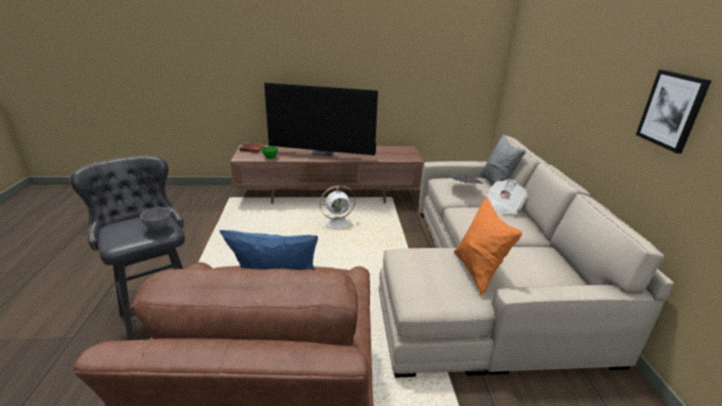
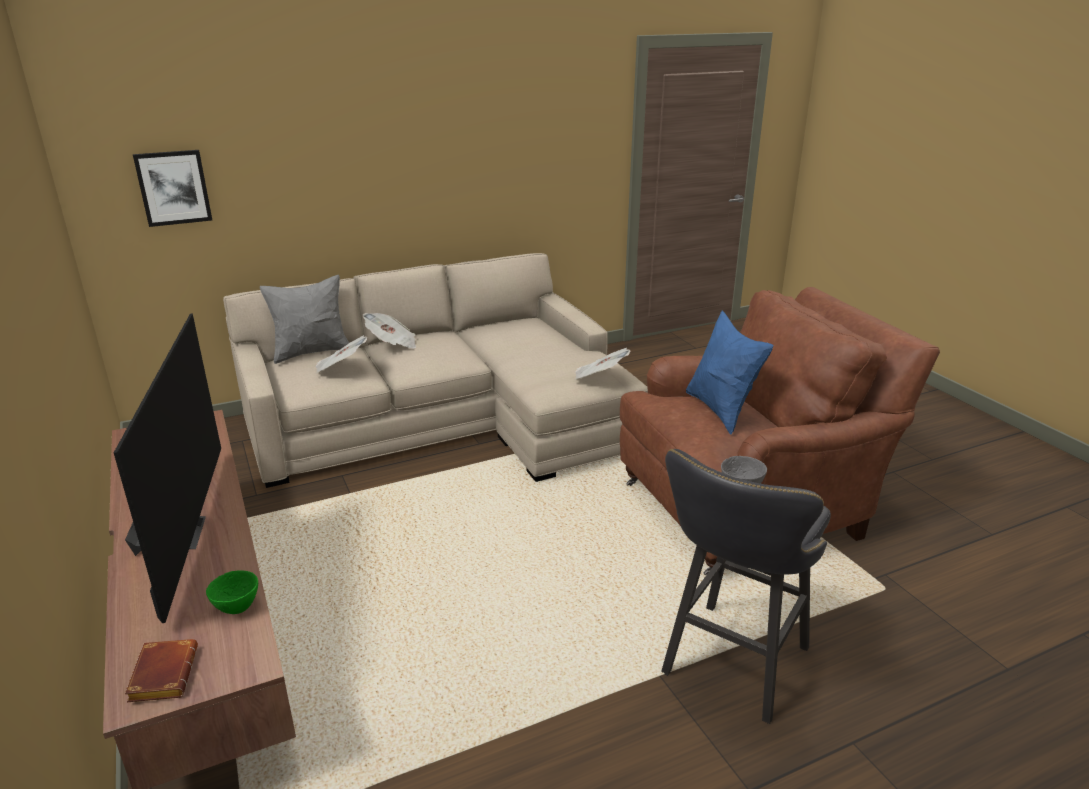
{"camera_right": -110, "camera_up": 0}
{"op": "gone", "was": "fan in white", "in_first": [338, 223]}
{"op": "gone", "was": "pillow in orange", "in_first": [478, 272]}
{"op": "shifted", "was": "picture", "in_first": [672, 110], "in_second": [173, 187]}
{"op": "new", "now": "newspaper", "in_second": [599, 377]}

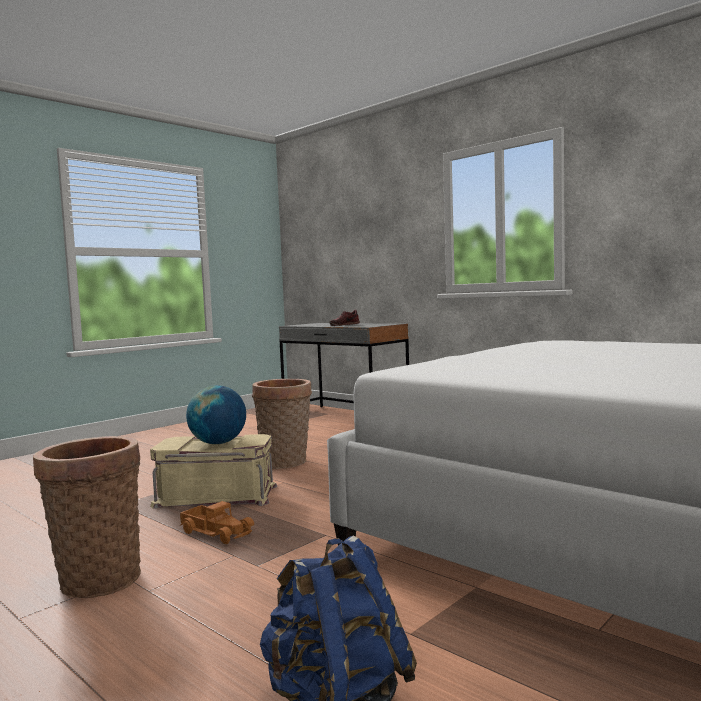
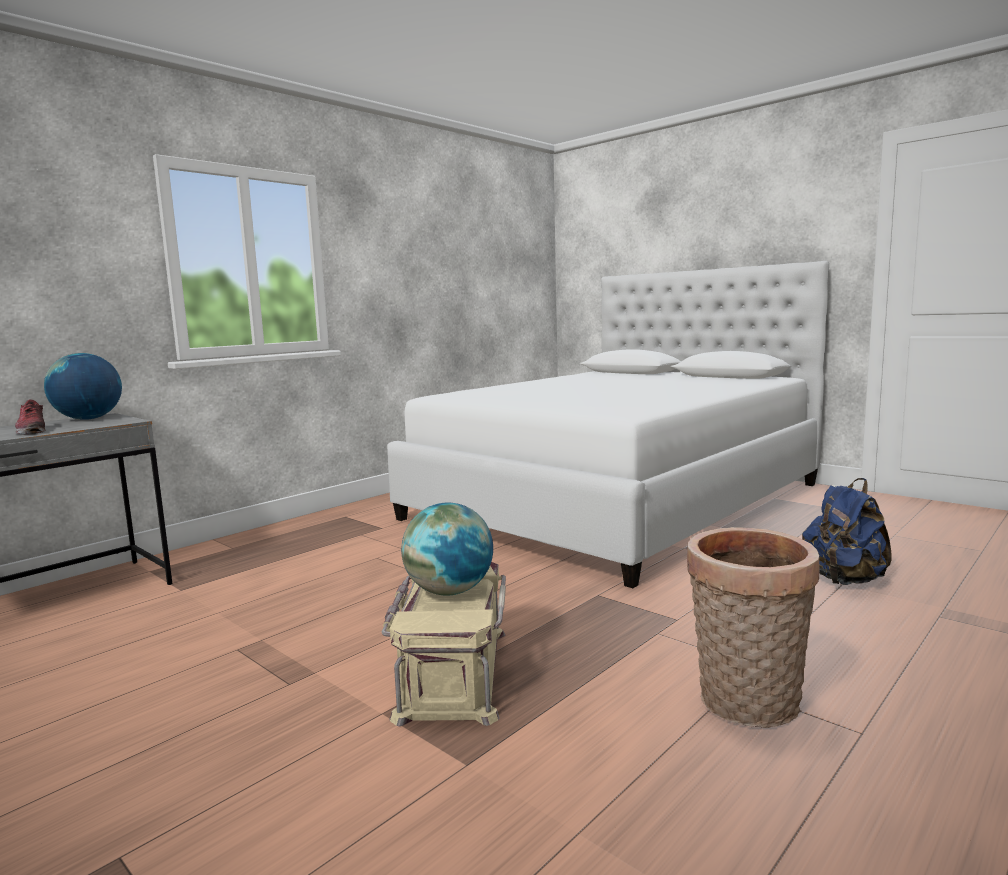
{"camera_right": -90, "camera_up": 5}
{"op": "gone", "was": "toy truck", "in_first": [217, 532]}
{"op": "gone", "was": "basket", "in_first": [285, 463]}
{"op": "new", "now": "globe", "in_second": [88, 419]}

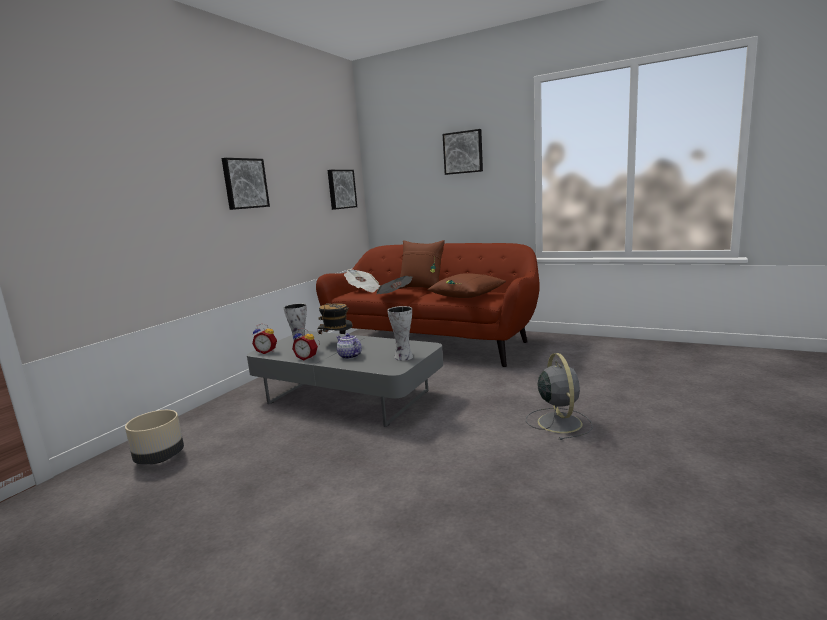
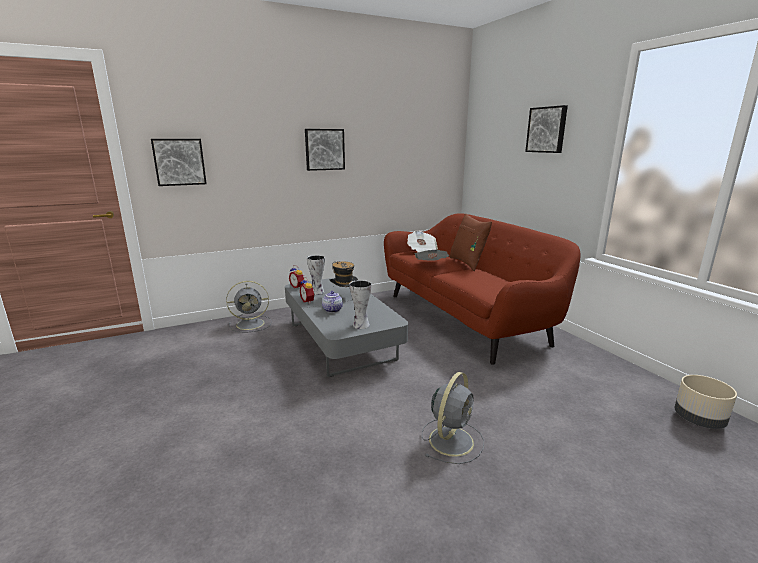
{"camera_right": 35, "camera_up": 5}
{"op": "shifted", "was": "planter in beige", "in_first": [160, 458], "in_second": [698, 420]}
{"op": "shifted", "was": "picture", "in_first": [341, 189], "in_second": [179, 162]}
{"op": "gone", "was": "pillow in brown", "in_first": [467, 296]}
{"op": "new", "now": "fan in grey", "in_second": [251, 324]}

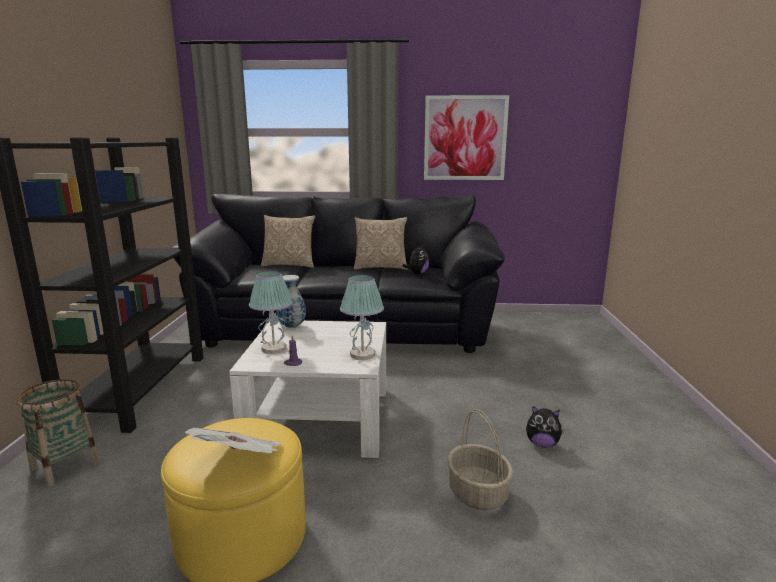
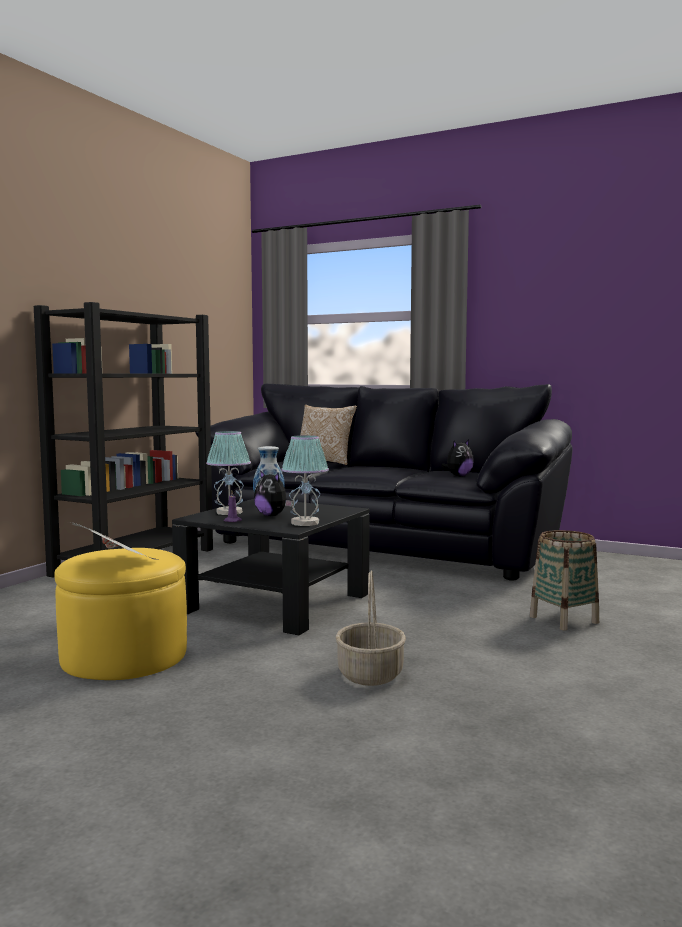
{"camera_right": 25, "camera_up": -10}
{"op": "shifted", "was": "basket", "in_first": [65, 466], "in_second": [564, 620]}
{"op": "repainted", "was": "coffee table in white", "now": "coffee table in black", "in_first": [320, 418], "in_second": [275, 602]}
{"op": "gone", "was": "pillow", "in_first": [380, 267]}
{"op": "gone", "was": "picture", "in_first": [465, 138]}
{"op": "shifted", "was": "plush toy", "in_first": [542, 444], "in_second": [272, 515]}

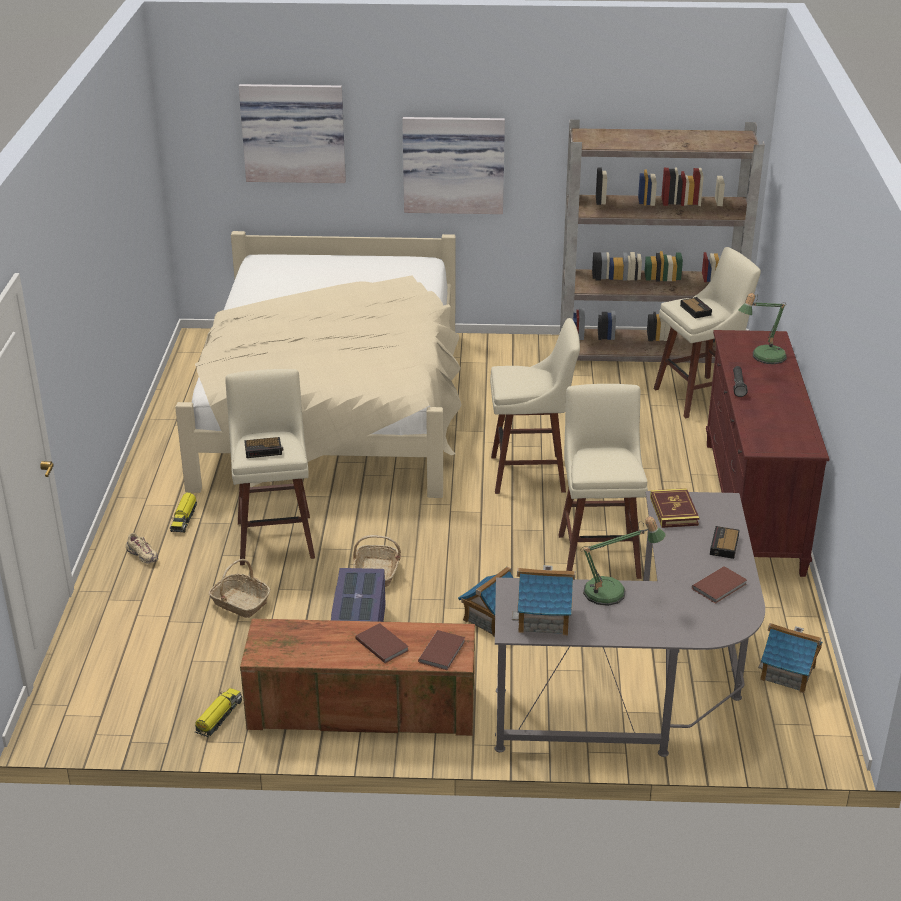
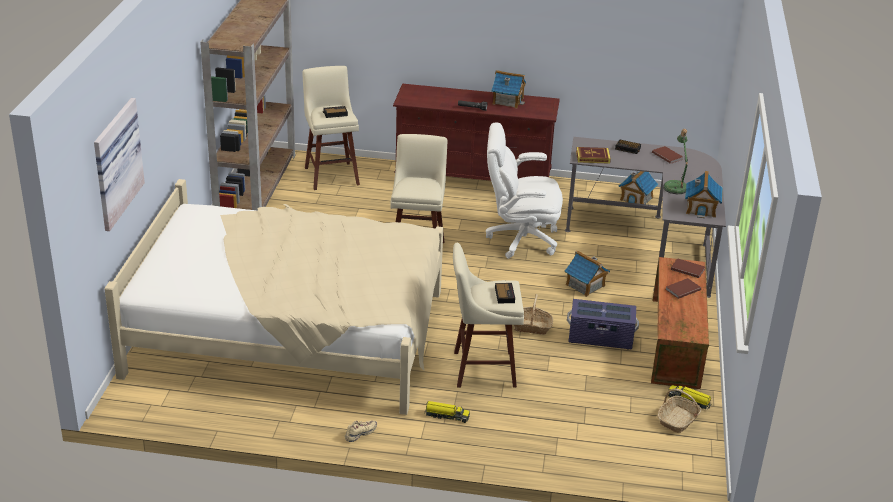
{"camera_right": -85, "camera_up": 0}
{"op": "shifted", "was": "shoe in beige", "in_first": [143, 556], "in_second": [360, 434]}
{"op": "shifted", "was": "basket", "in_first": [240, 603], "in_second": [678, 420]}
{"op": "gone", "was": "picture", "in_first": [453, 164]}
{"op": "swapped", "was": "stool in beige", "now": "office chair in white", "in_first": [599, 555], "in_second": [519, 239]}
{"op": "gone", "was": "table lamp", "in_first": [763, 357]}
{"op": "new", "now": "toy house", "in_second": [507, 100]}

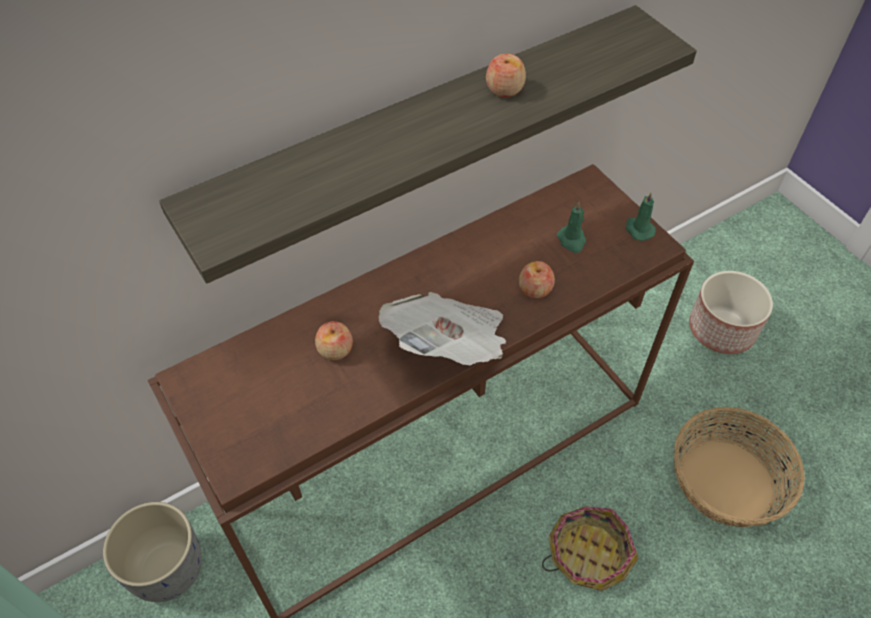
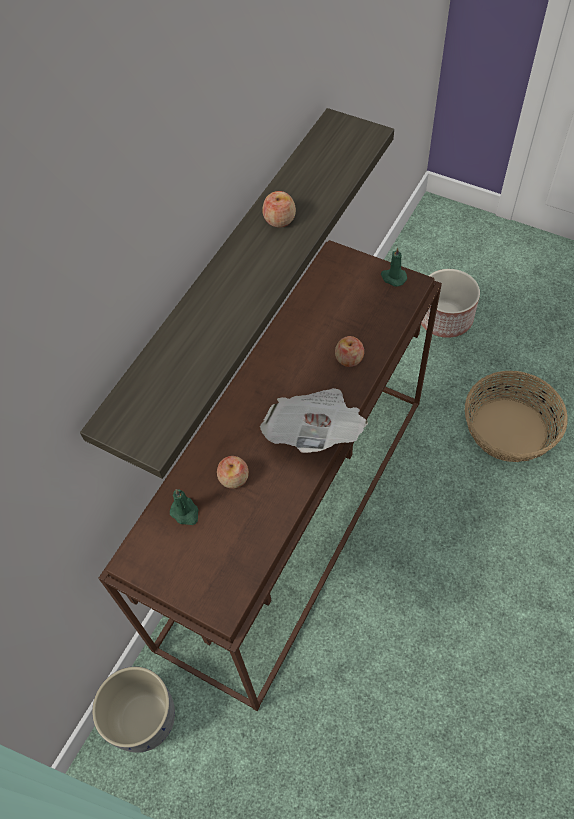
{"camera_right": -25, "camera_up": 5}
{"op": "gone", "was": "basket", "in_first": [588, 553]}
{"op": "shifted", "was": "candle in green", "in_first": [572, 240], "in_second": [185, 513]}

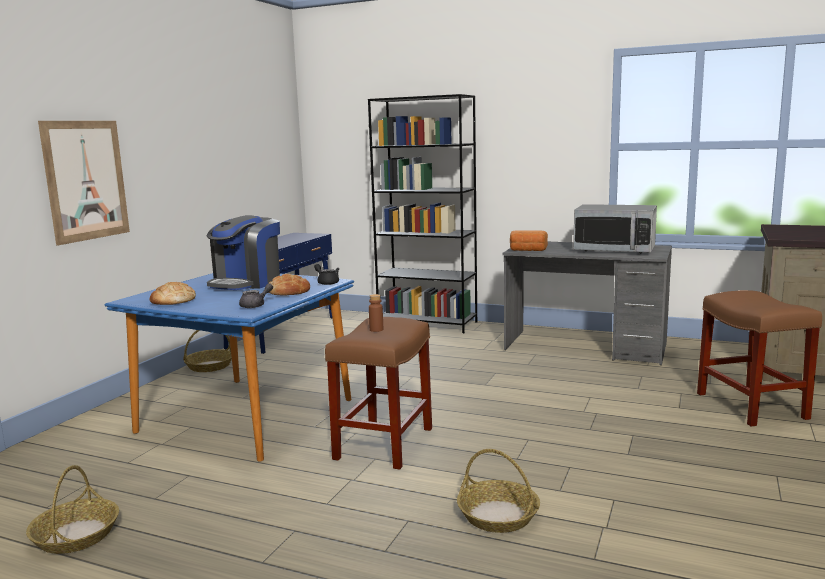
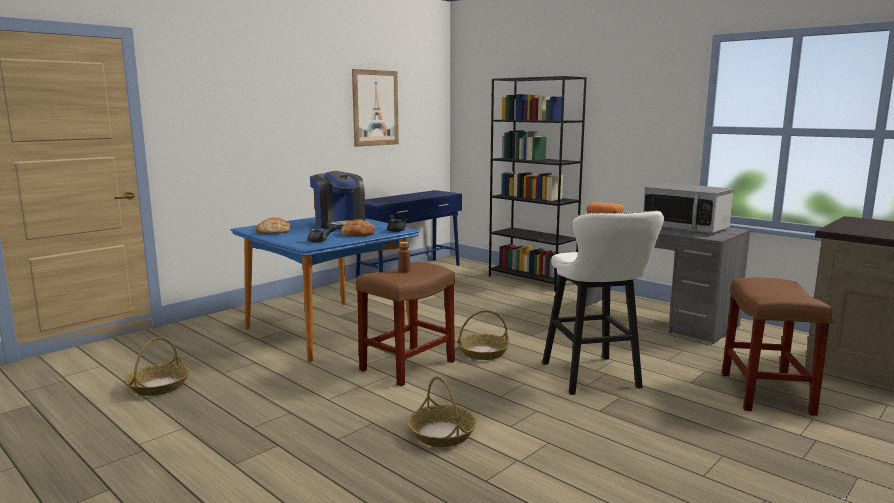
{"camera_right": 20, "camera_up": 0}
{"op": "shifted", "was": "picture", "in_first": [86, 180], "in_second": [375, 108]}
{"op": "shifted", "was": "basket", "in_first": [210, 366], "in_second": [483, 352]}
{"op": "rotated", "was": "coffee machine", "in_first": [246, 283], "in_second": [339, 224], "clockwise": -75}
{"op": "new", "now": "stool in white", "in_second": [595, 380]}

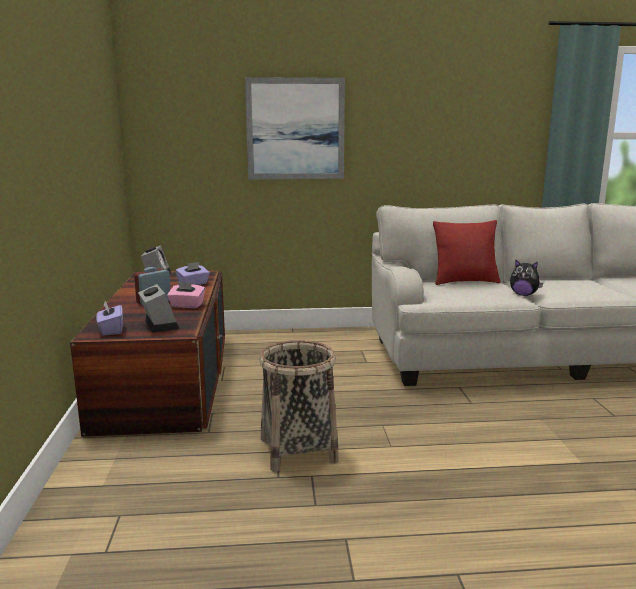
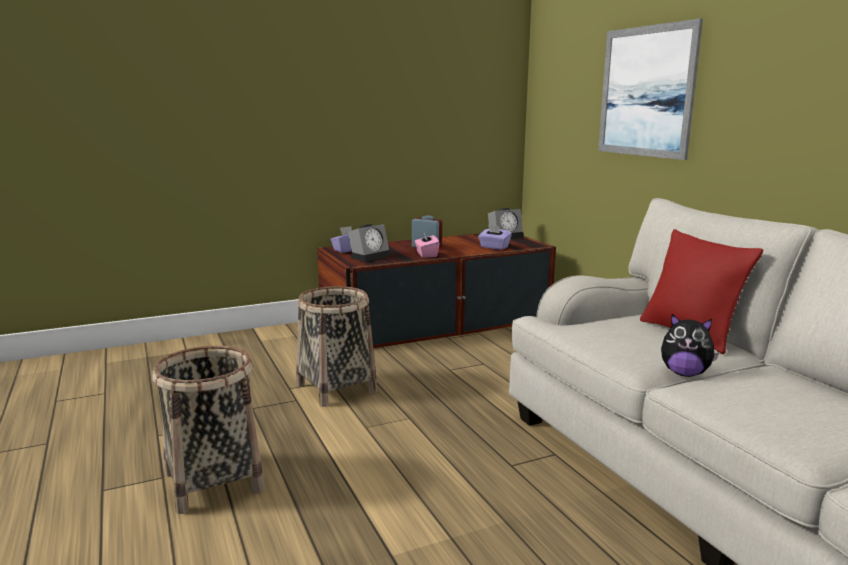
{"camera_right": 70, "camera_up": 0}
{"op": "rotated", "was": "plush toy", "in_first": [523, 295], "in_second": [684, 373], "clockwise": -75}
{"op": "new", "now": "basket", "in_second": [214, 482]}

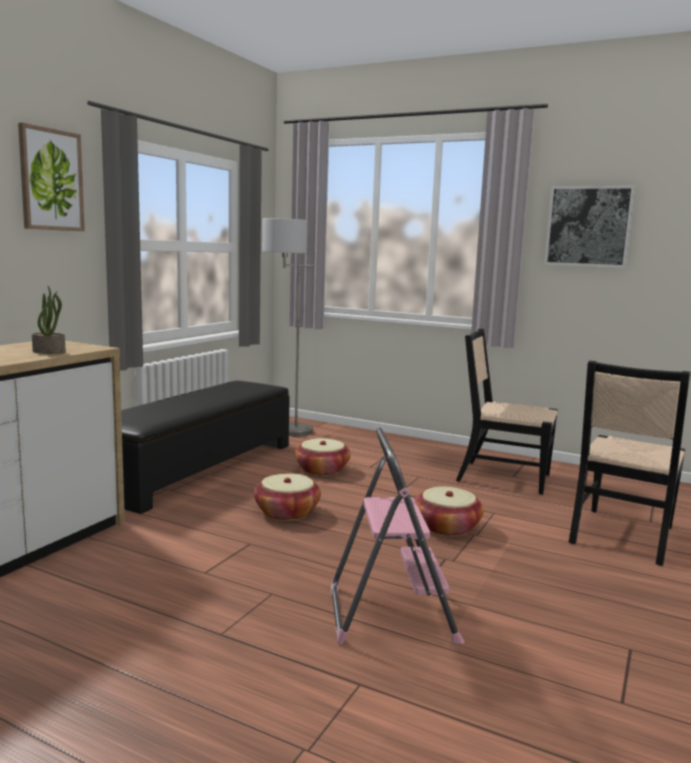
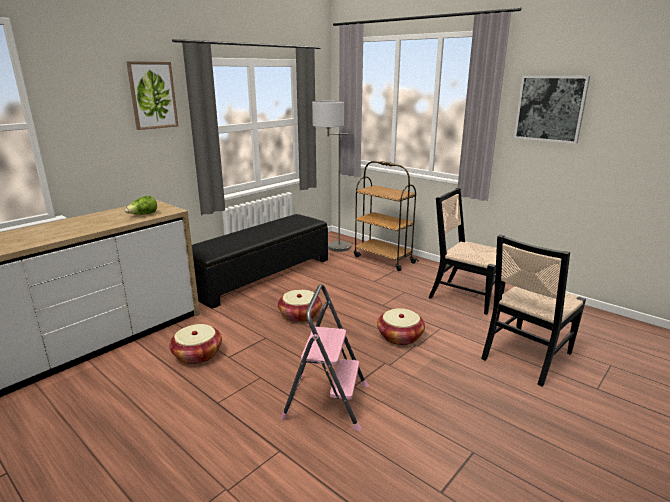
{"camera_right": 15, "camera_up": 10}
{"op": "swapped", "was": "potted plant", "now": "lettuce", "in_first": [50, 351], "in_second": [143, 215]}
{"op": "shifted", "was": "basket", "in_first": [322, 470], "in_second": [197, 355]}
{"op": "new", "now": "cart in brown", "in_second": [383, 259]}

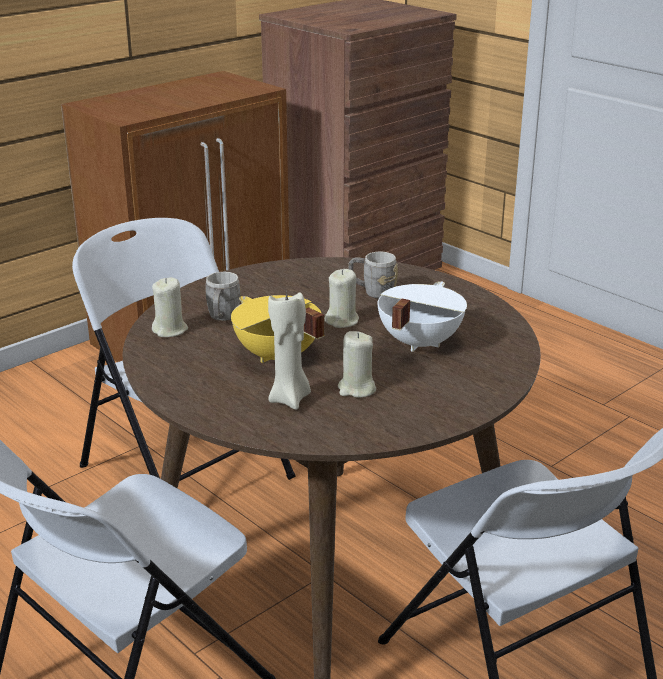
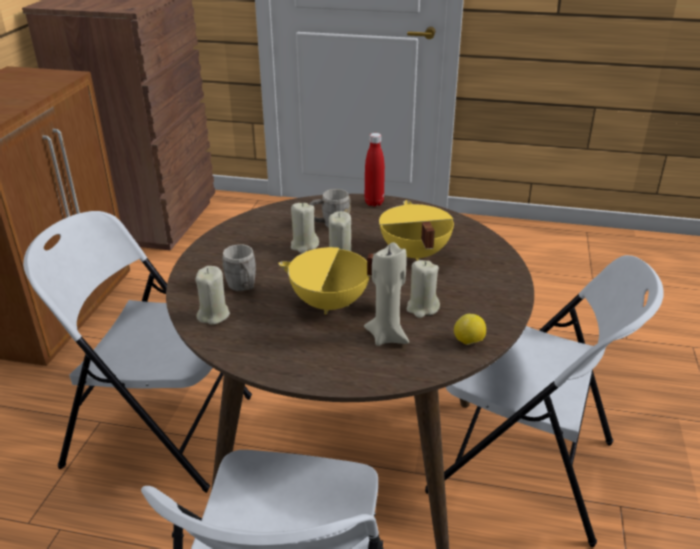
{"camera_right": -35, "camera_up": 5}
{"op": "repainted", "was": "cooking pot in white", "now": "cooking pot in yellow", "in_first": [418, 342], "in_second": [413, 254]}
{"op": "new", "now": "candle in beige", "in_second": [304, 245]}
{"op": "new", "now": "bottle in red", "in_second": [374, 203]}
{"op": "new", "now": "lemon", "in_second": [469, 342]}

